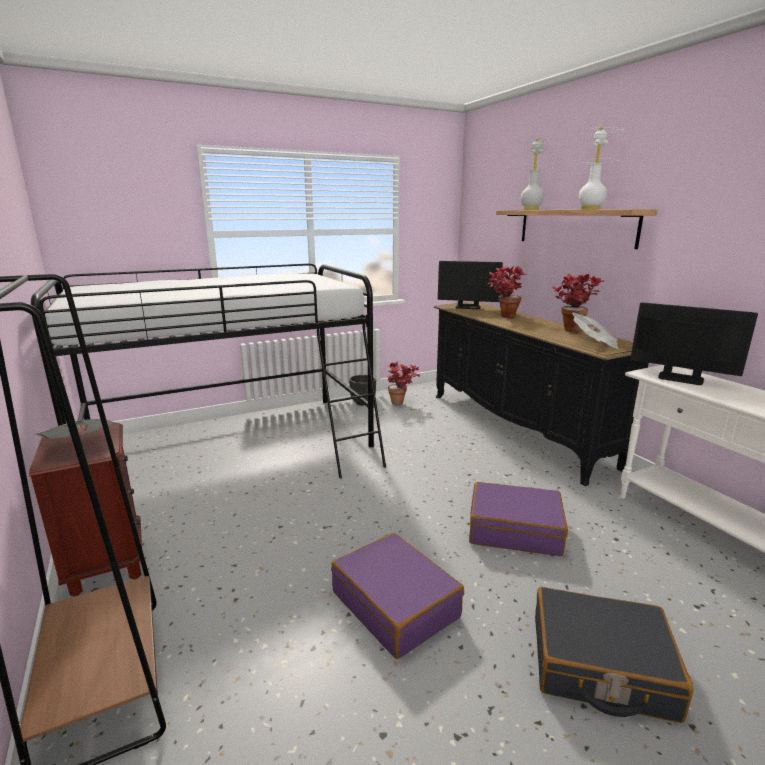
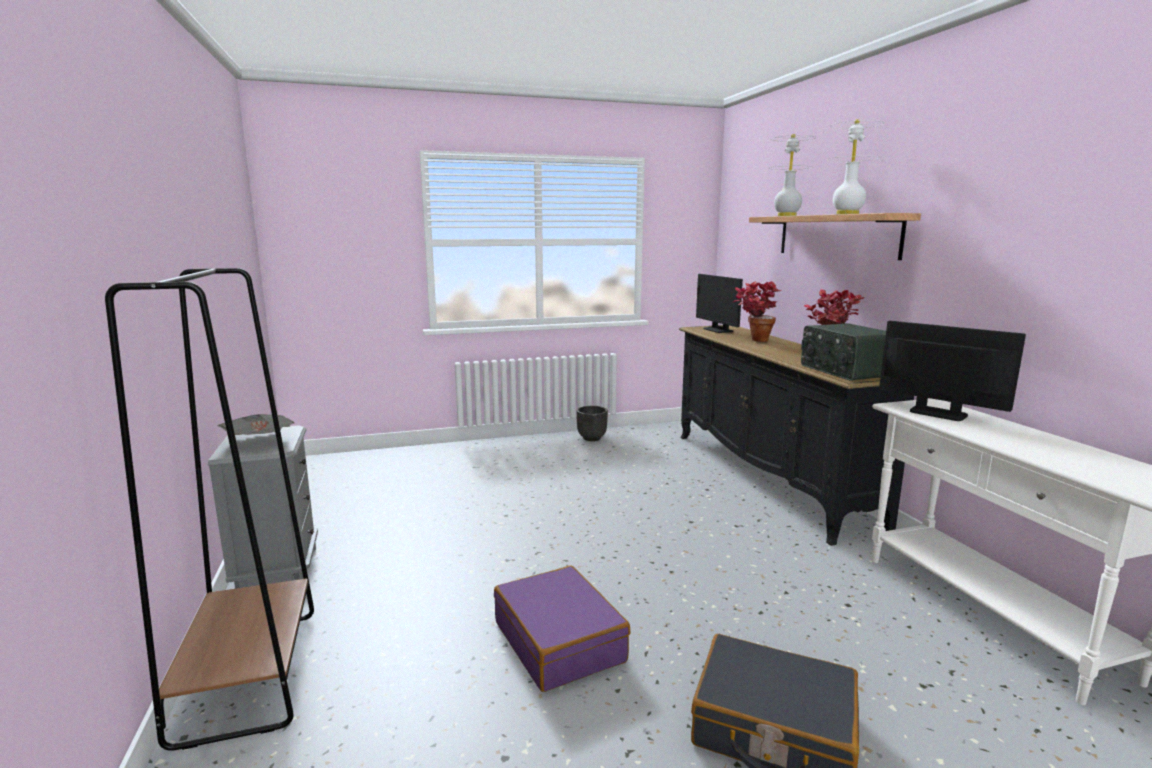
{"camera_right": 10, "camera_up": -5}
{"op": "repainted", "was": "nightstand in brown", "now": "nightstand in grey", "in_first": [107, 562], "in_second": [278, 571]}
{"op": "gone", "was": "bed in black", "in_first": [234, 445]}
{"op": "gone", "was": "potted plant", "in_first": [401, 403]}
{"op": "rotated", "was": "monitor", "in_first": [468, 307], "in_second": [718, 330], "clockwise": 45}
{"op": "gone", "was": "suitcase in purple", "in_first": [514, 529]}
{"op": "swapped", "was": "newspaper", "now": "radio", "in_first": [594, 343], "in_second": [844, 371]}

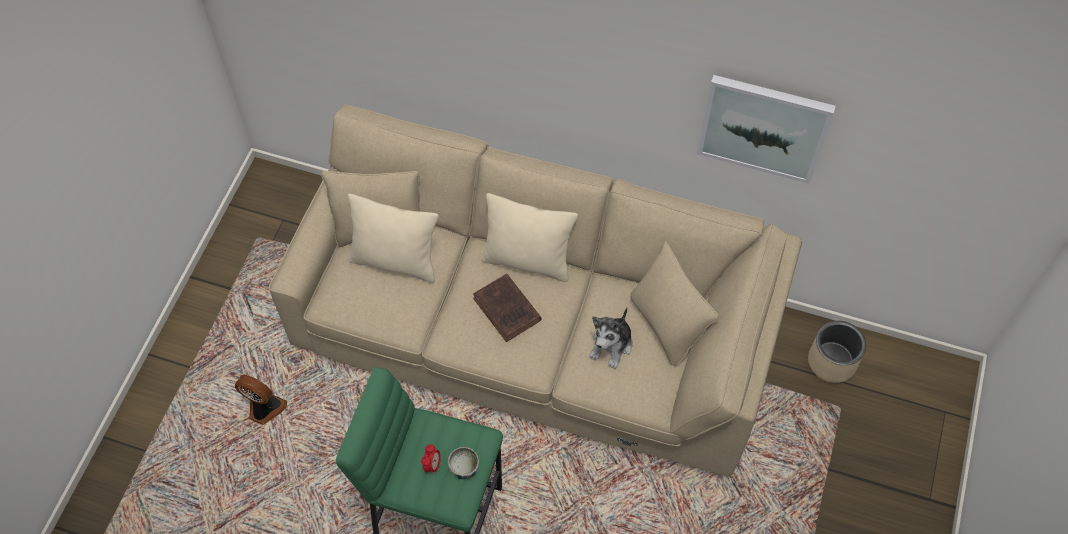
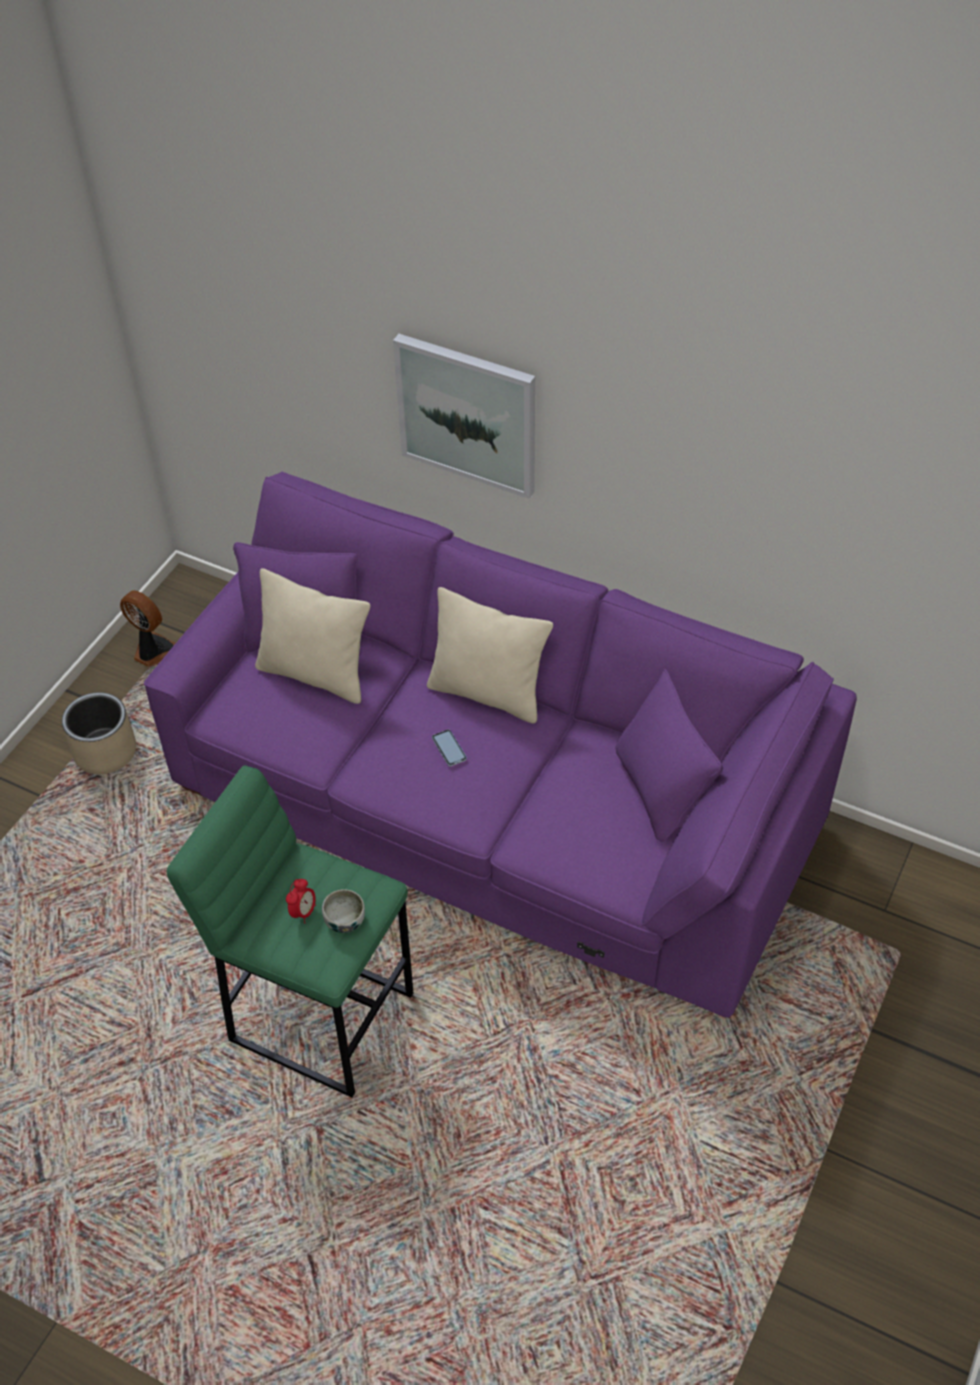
{"camera_right": 10, "camera_up": -10}
{"op": "shifted", "was": "fan", "in_first": [264, 408], "in_second": [153, 651]}
{"op": "repainted", "was": "sofa in beige", "now": "sofa in purple", "in_first": [535, 334], "in_second": [494, 809]}
{"op": "swapped", "was": "book in brown", "now": "phone", "in_first": [508, 311], "in_second": [449, 748]}
{"op": "gone", "was": "plush toy", "in_first": [612, 345]}
{"op": "shifted", "was": "picture", "in_first": [764, 127], "in_second": [468, 414]}
{"op": "shifted", "was": "planter in beige", "in_first": [832, 362], "in_second": [105, 752]}

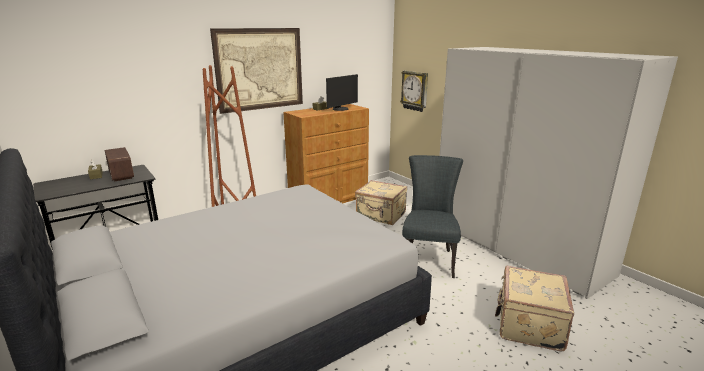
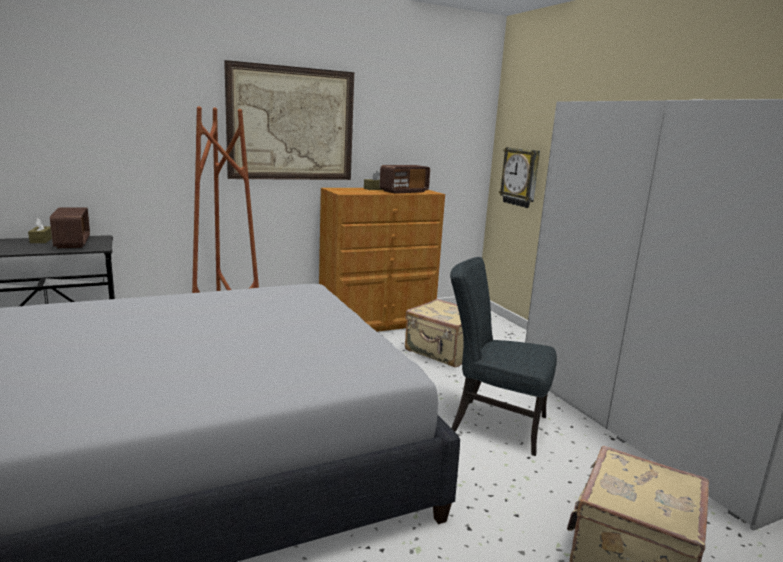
{"camera_right": 10, "camera_up": -5}
{"op": "swapped", "was": "monitor", "now": "radio", "in_first": [341, 109], "in_second": [404, 191]}
{"op": "rotated", "was": "chair in grey", "in_first": [428, 259], "in_second": [492, 423], "clockwise": -90}

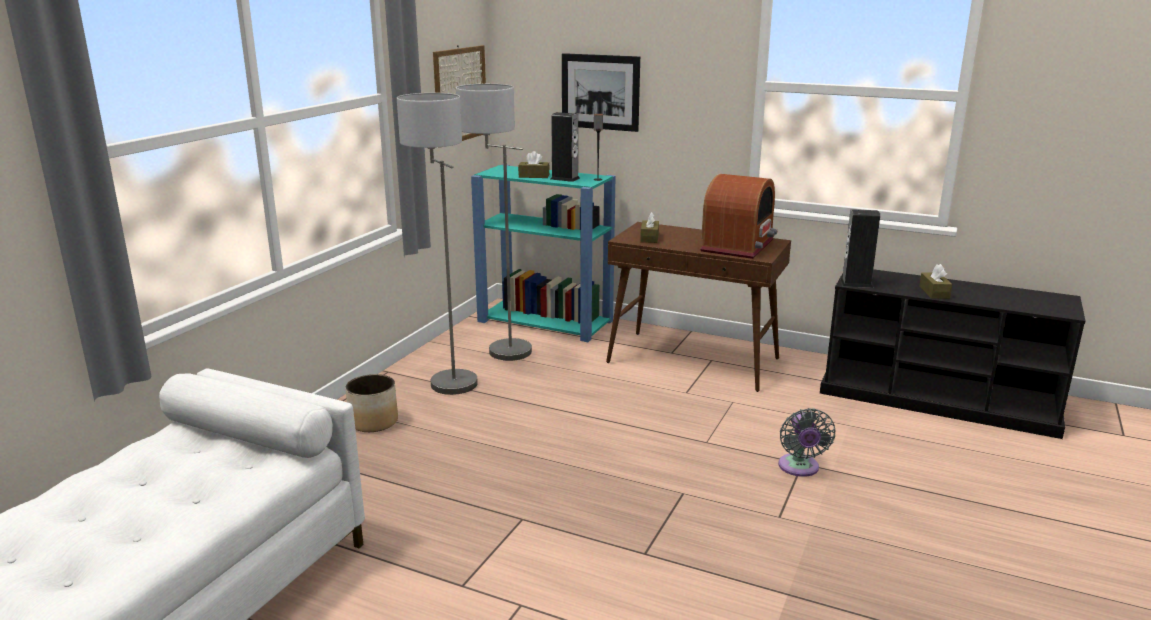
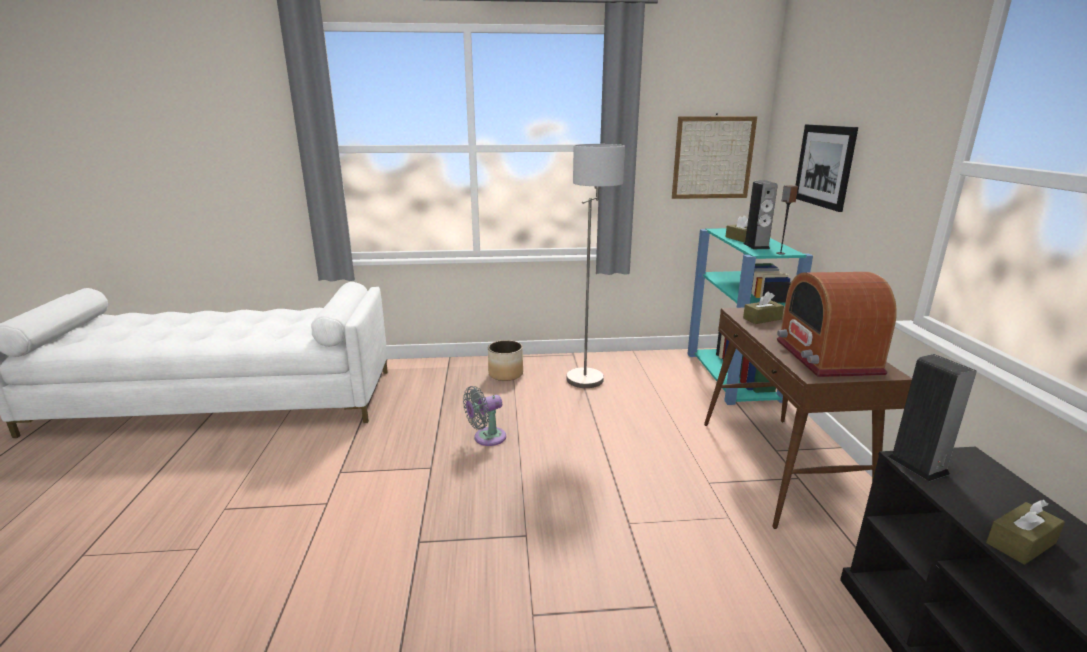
{"camera_right": 60, "camera_up": 0}
{"op": "gone", "was": "floor lamp in grey", "in_first": [499, 349]}
{"op": "rotated", "was": "radio", "in_first": [738, 245], "in_second": [826, 357], "clockwise": 90}
{"op": "shifted", "was": "fan in grey", "in_first": [799, 468], "in_second": [486, 438]}

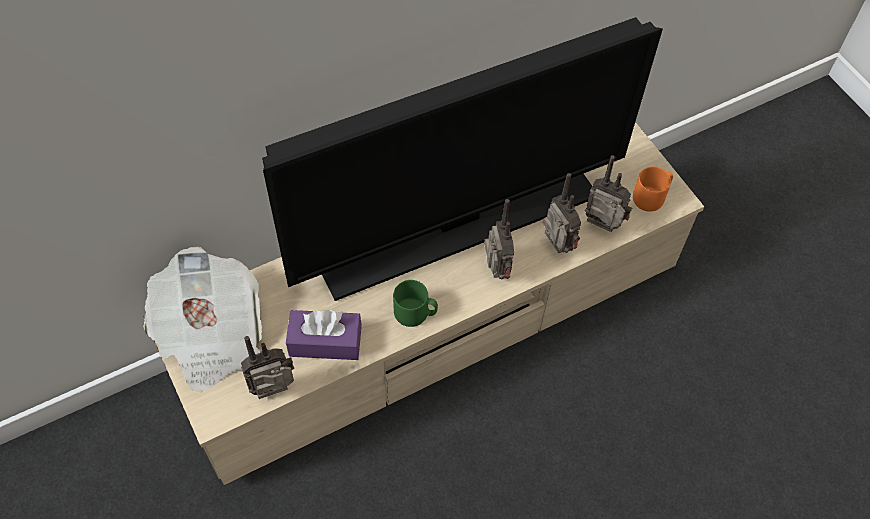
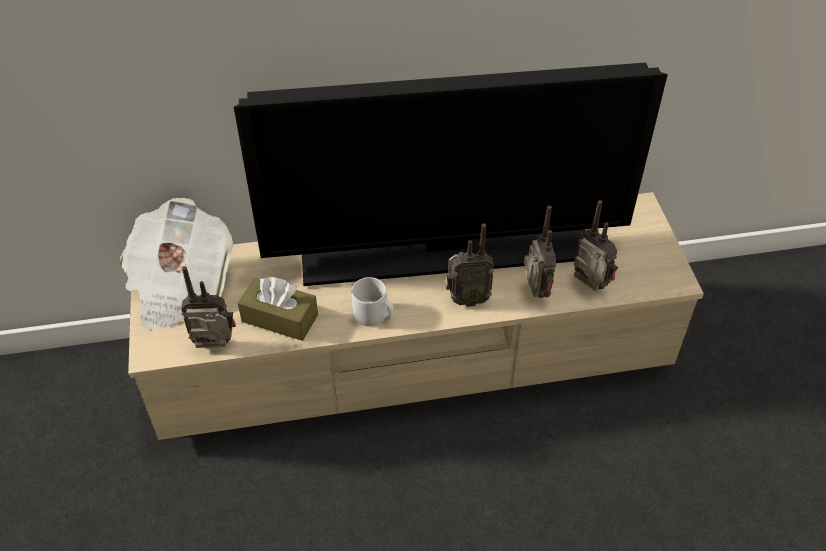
{"camera_right": 20, "camera_up": -10}
{"op": "repainted", "was": "tissue box in purple", "now": "tissue box in brown", "in_first": [325, 342], "in_second": [280, 318]}
{"op": "repainted", "was": "mug in green", "now": "mug in grey", "in_first": [415, 313], "in_second": [374, 315]}
{"op": "rotated", "was": "radio", "in_first": [495, 271], "in_second": [466, 299], "clockwise": 75}
{"op": "gone", "was": "mug in orange", "in_first": [651, 197]}

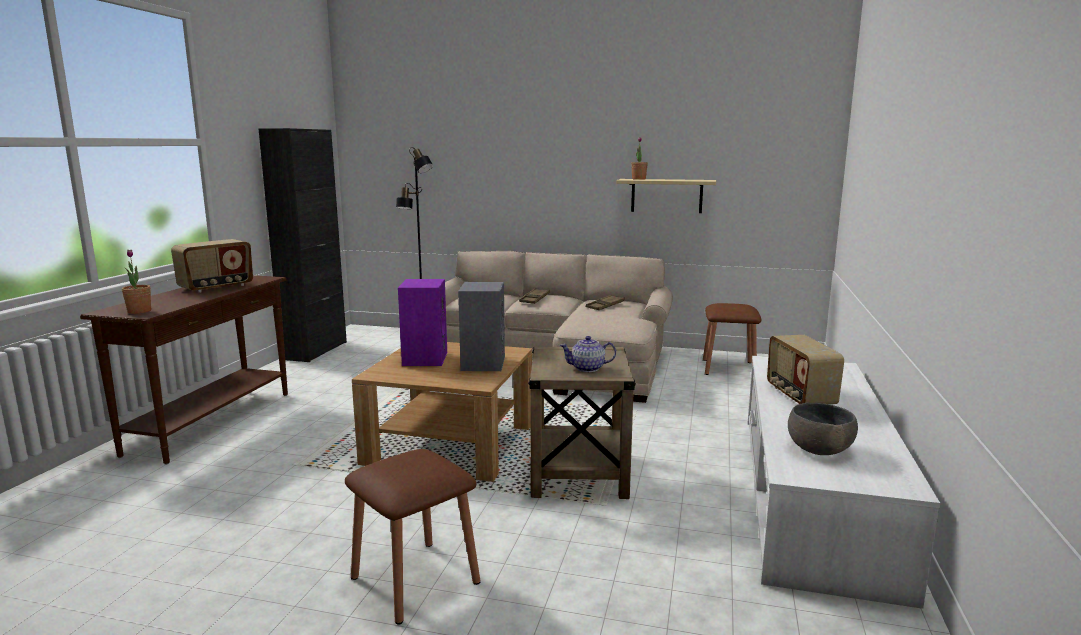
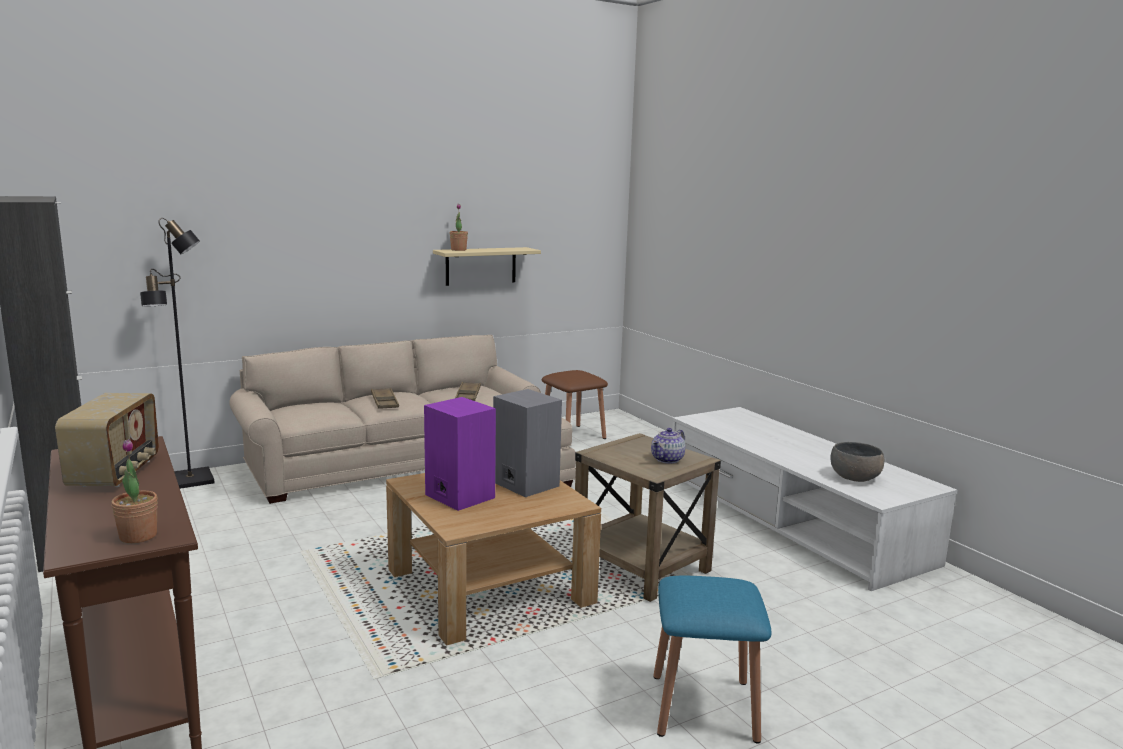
{"camera_right": -45, "camera_up": 0}
{"op": "repainted", "was": "stool in brown", "now": "stool in blue", "in_first": [415, 580], "in_second": [704, 707]}
{"op": "gone", "was": "radio", "in_first": [799, 396]}

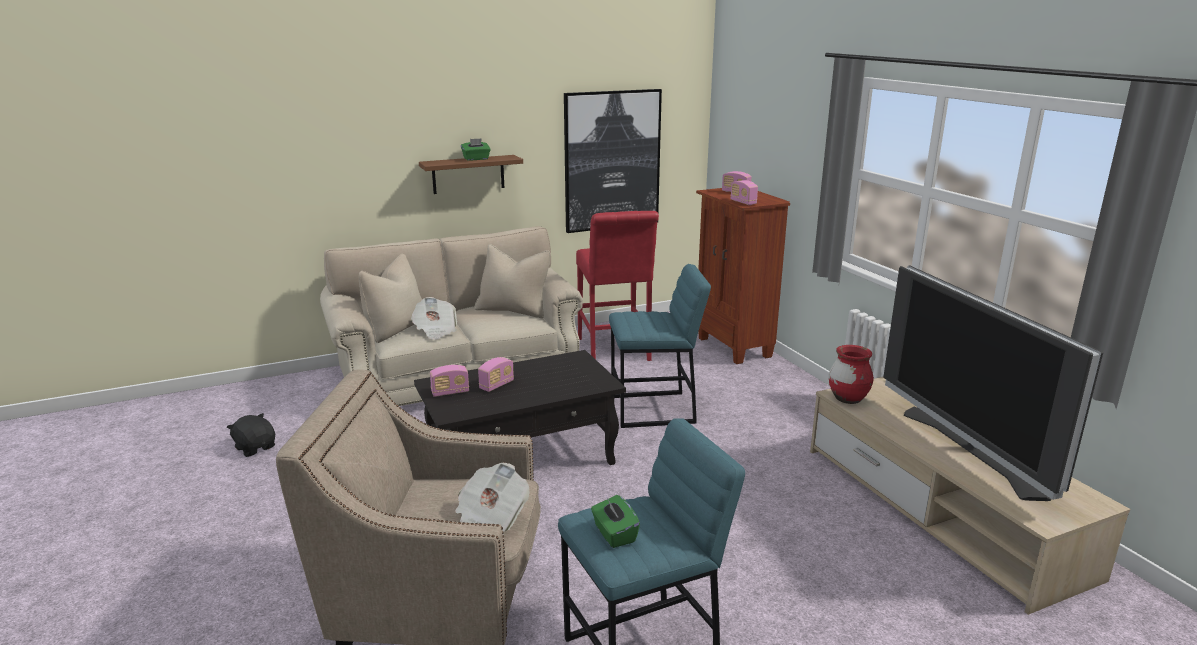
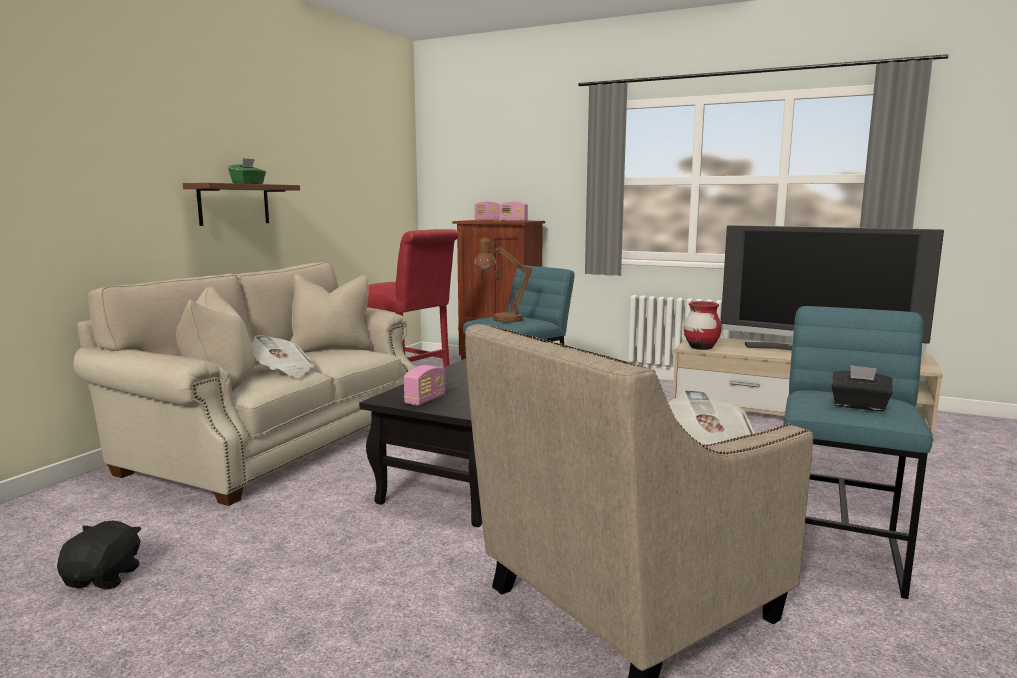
{"camera_right": -40, "camera_up": -10}
{"op": "rotated", "was": "plush toy in black", "in_first": [255, 447], "in_second": [105, 578], "clockwise": 90}
{"op": "gone", "was": "radio", "in_first": [496, 385]}
{"op": "gone", "was": "picture", "in_first": [612, 160]}
{"op": "repainted", "was": "tissue box in green", "now": "tissue box in black", "in_first": [614, 534], "in_second": [859, 406]}
{"op": "new", "now": "table lamp in brown", "in_second": [501, 319]}

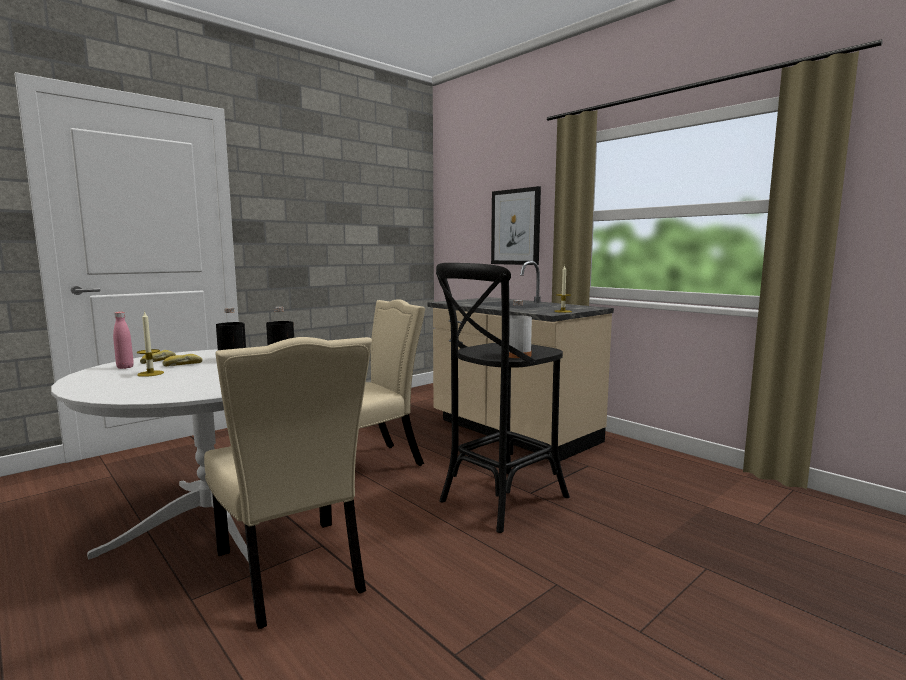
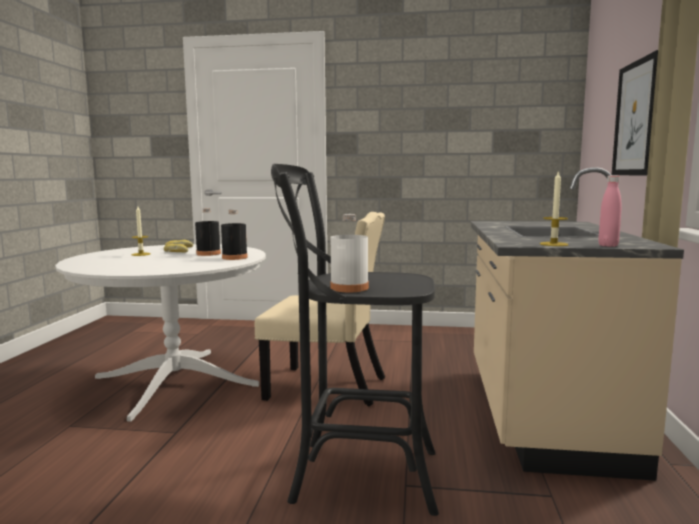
{"camera_right": 50, "camera_up": 0}
{"op": "shifted", "was": "bottle in pink", "in_first": [125, 367], "in_second": [608, 245]}
{"op": "gone", "was": "chair in beige", "in_first": [292, 567]}

